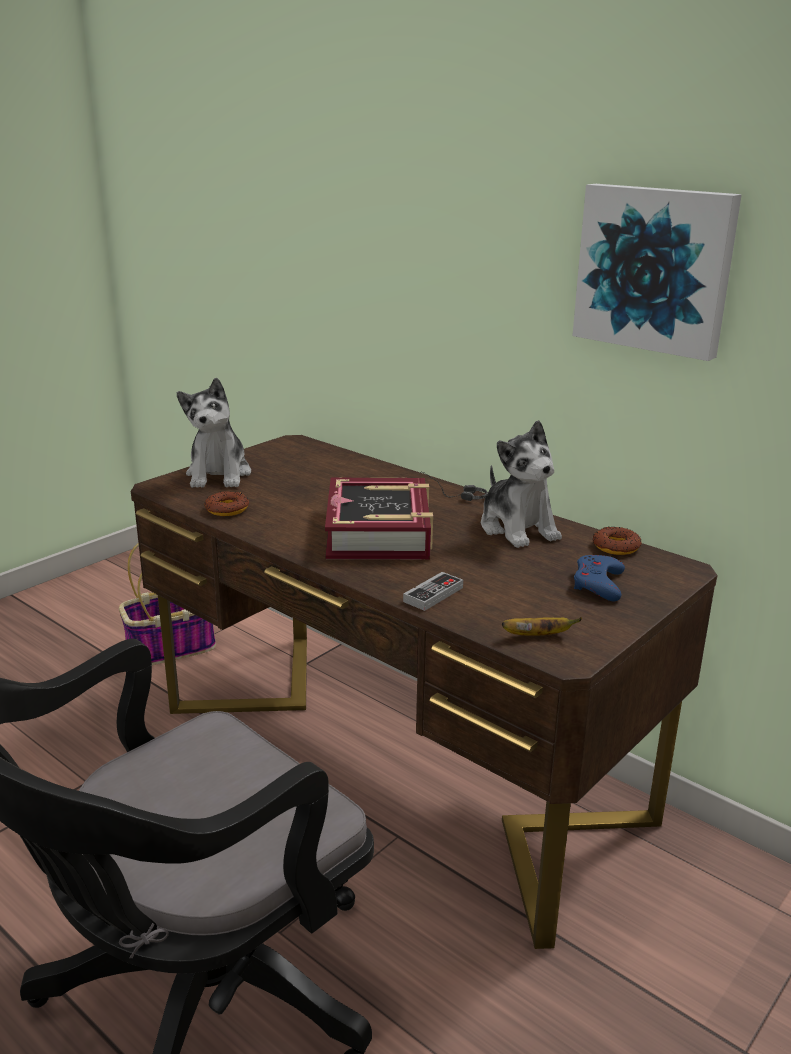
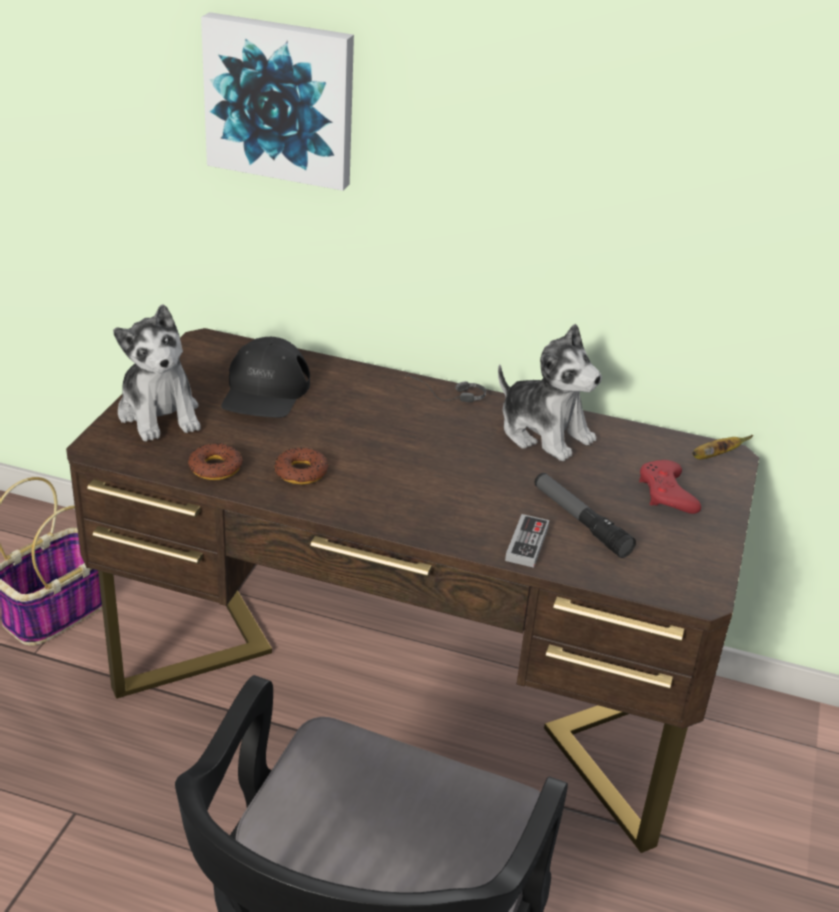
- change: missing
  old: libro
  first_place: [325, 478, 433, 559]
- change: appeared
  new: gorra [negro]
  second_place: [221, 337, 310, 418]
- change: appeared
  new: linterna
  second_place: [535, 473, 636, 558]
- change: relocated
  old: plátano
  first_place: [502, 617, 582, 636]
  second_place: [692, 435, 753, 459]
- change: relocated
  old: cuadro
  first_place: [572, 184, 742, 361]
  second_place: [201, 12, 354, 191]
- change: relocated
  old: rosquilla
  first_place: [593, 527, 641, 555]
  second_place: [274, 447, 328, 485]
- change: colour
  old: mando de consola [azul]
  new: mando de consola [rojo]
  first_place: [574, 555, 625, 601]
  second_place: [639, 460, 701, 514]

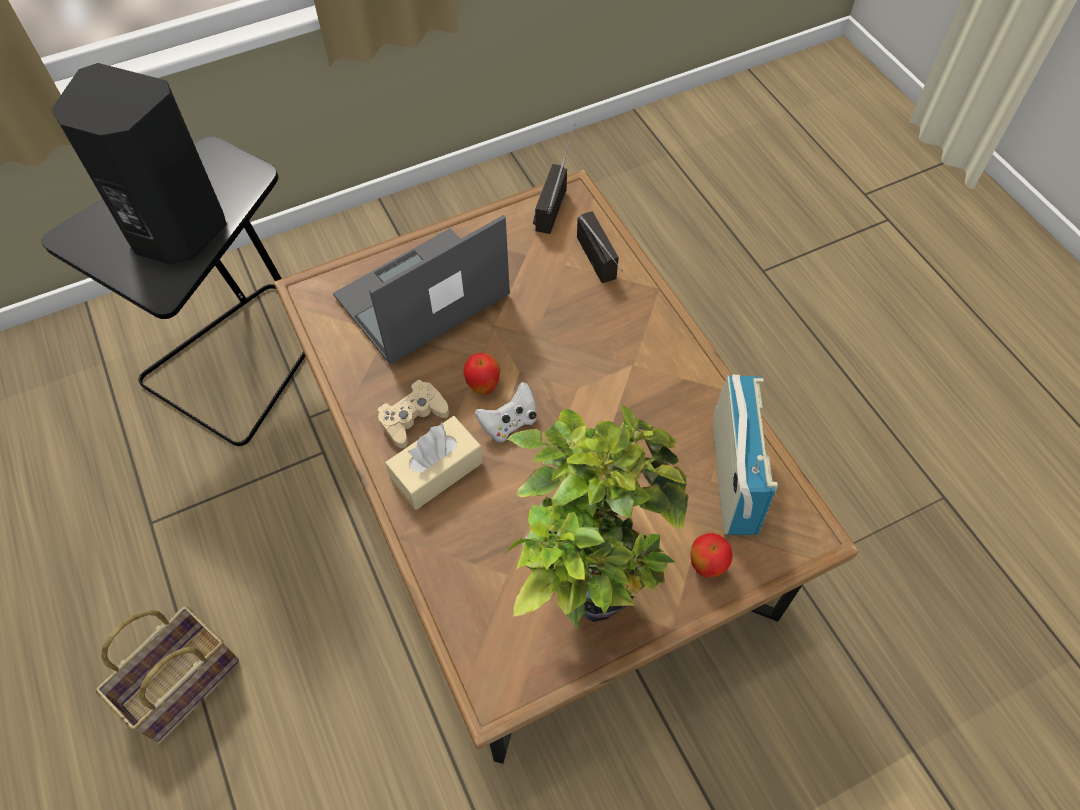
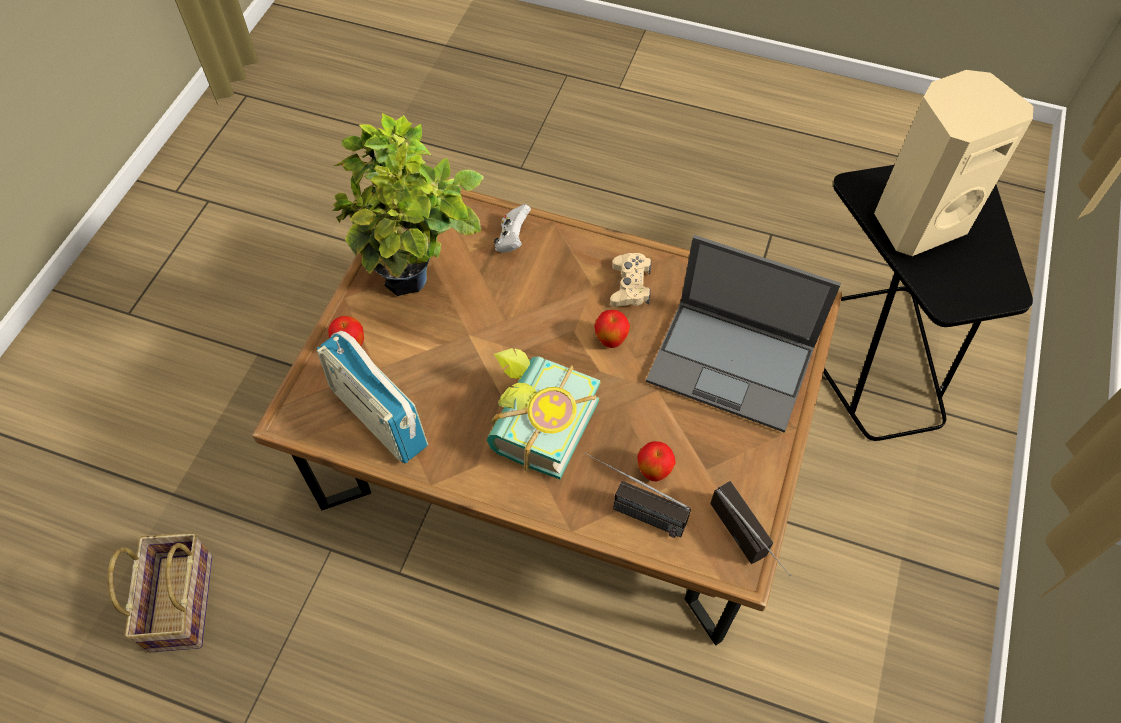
- change: missing
  old: caja de pañuelos [beis]
  first_place: [385, 416, 483, 510]
- change: appeared
  new: libro
  second_place: [487, 348, 601, 479]
- change: appeared
  new: manzana
  second_place: [637, 441, 676, 481]
- change: relocated
  old: cesta
  first_place: [95, 606, 239, 742]
  second_place: [107, 533, 212, 652]
- change: relocated
  old: mando de consola [blanco]
  first_place: [475, 382, 537, 443]
  second_place: [494, 204, 531, 253]
- change: colour
  old: altavoz [negro]
  new: altavoz [beis]
  first_place: [51, 63, 227, 265]
  second_place: [874, 70, 1033, 256]
- change: spun
  old: portátil
  first_place: [333, 215, 510, 365]
  second_place: [646, 235, 841, 432]
  degrees: 105

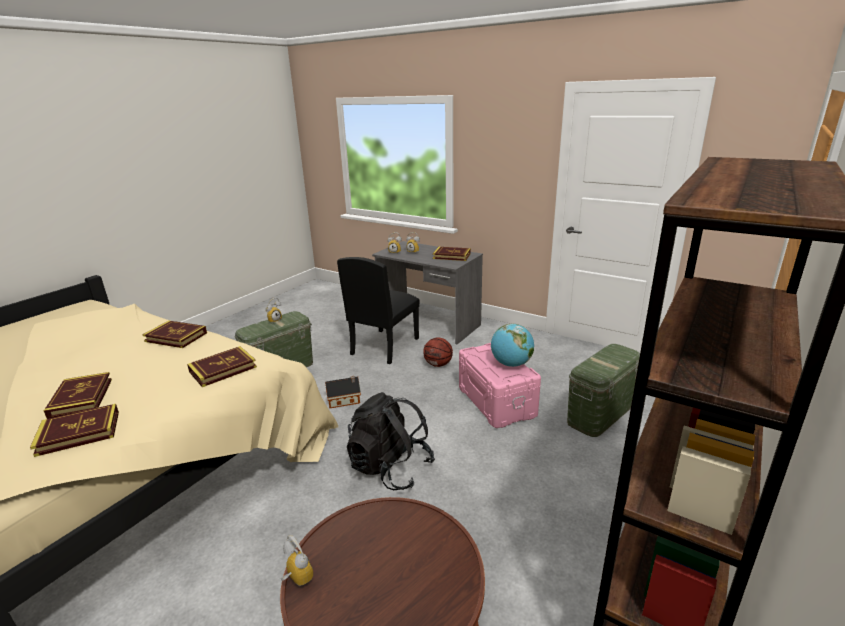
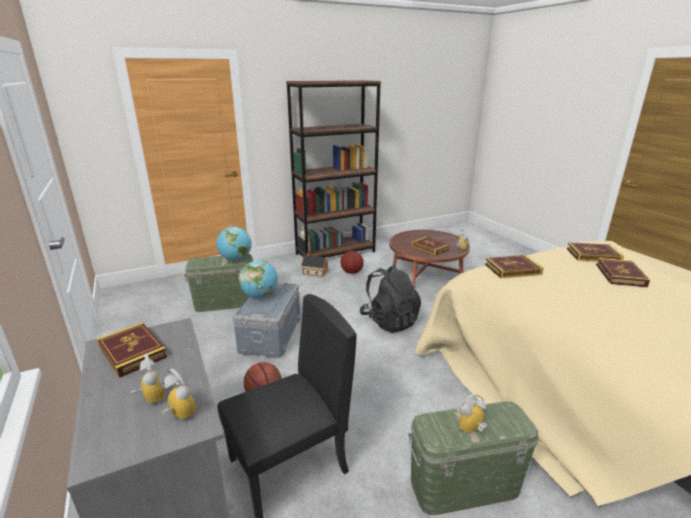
- change: appeared
  new: globo terráqueo
  second_place: [217, 226, 252, 261]
- change: appeared
  new: balón de baloncesto
  second_place: [341, 251, 364, 274]
- change: relocated
  old: libro
  first_place: [142, 321, 207, 348]
  second_place: [412, 237, 450, 255]
- change: relocated
  old: casita
  first_place: [325, 376, 361, 408]
  second_place: [301, 253, 328, 277]
- change: colour
  old: caja de almacenaje [rosa]
  new: caja de almacenaje [gris]
  first_place: [459, 343, 541, 428]
  second_place: [233, 283, 300, 358]

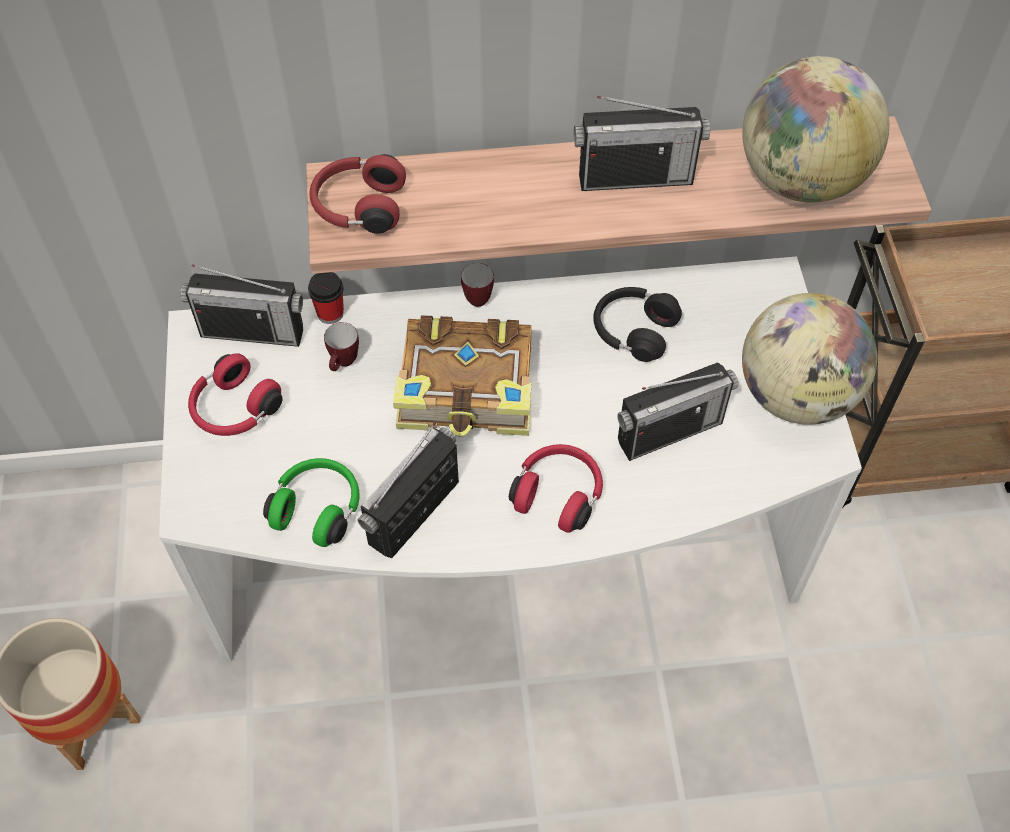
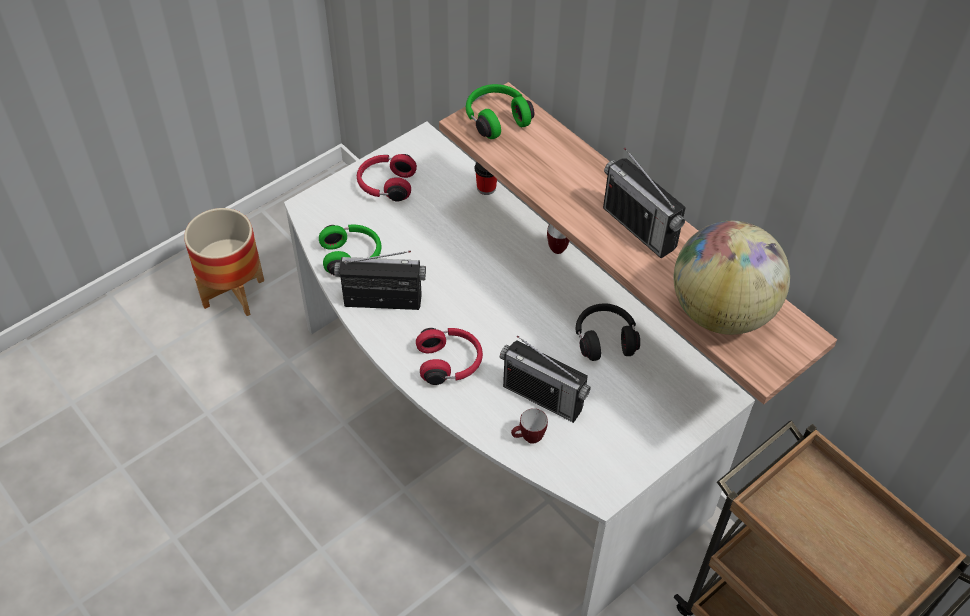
- change: missing
  old: radio
  first_place: [180, 264, 303, 347]
- change: missing
  old: libro
  first_place: [393, 315, 532, 437]
- change: missing
  old: globo terráqueo
  first_place: [742, 293, 877, 425]
- change: relocated
  old: taza grande
  first_place: [324, 322, 359, 371]
  second_place: [511, 408, 548, 444]
- change: colour
  old: auriculares [rojo]
  new: auriculares [verde]
  first_place: [309, 154, 406, 234]
  second_place: [466, 84, 534, 139]

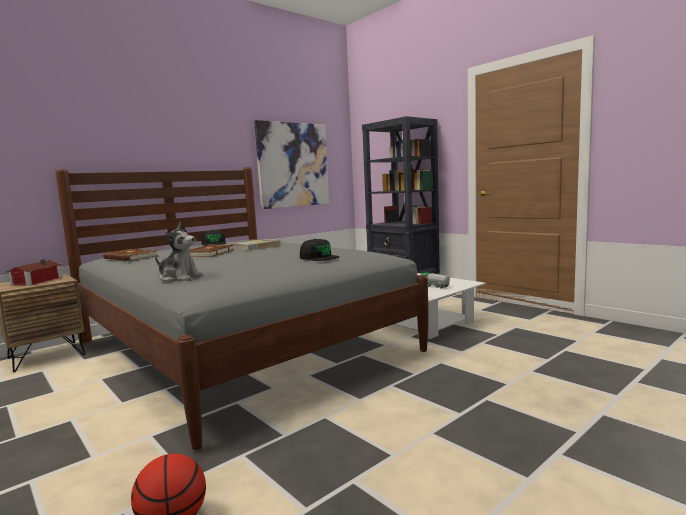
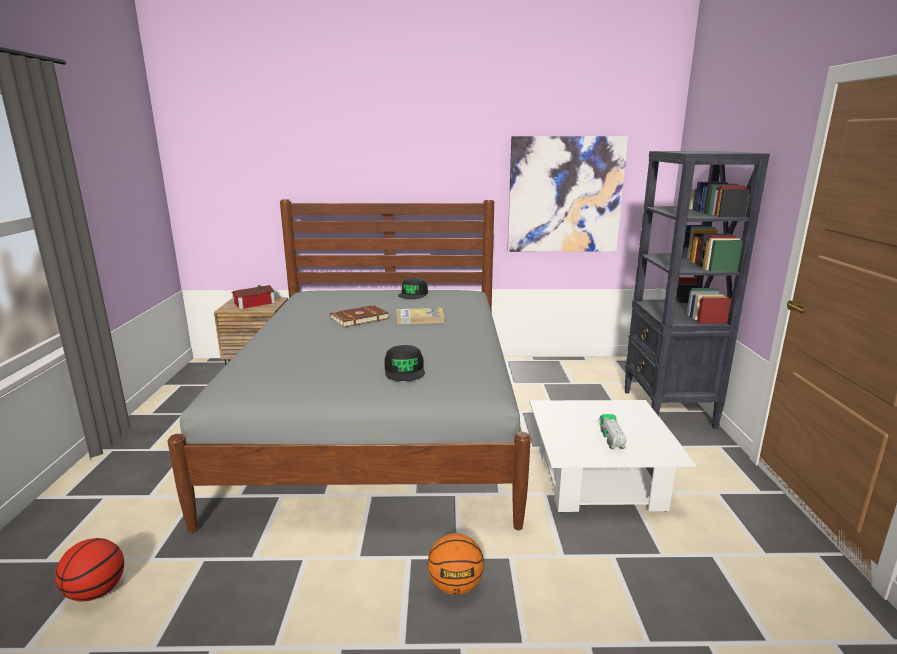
- change: missing
  old: libro [marrón]
  first_place: [103, 249, 158, 261]
- change: missing
  old: peluche
  first_place: [155, 222, 203, 282]
- change: appeared
  new: balón de baloncesto
  second_place: [427, 533, 484, 595]

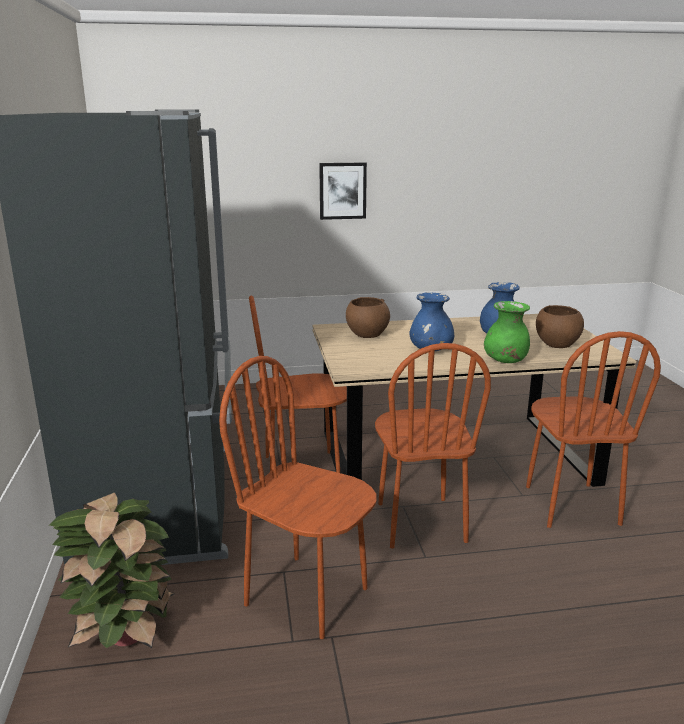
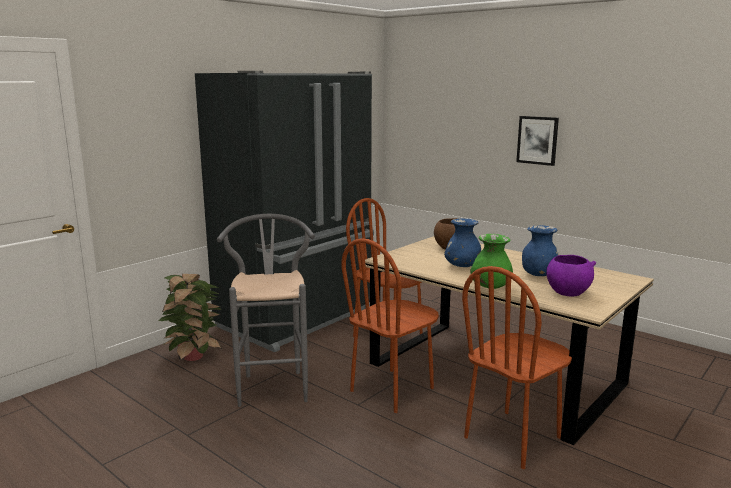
- change: exchanged
  old: silla [marrón]
  new: taburete [gris]
  first_place: [219, 356, 376, 639]
  second_place: [217, 214, 315, 407]
- change: colour
  old: cuenco [marrón]
  new: cuenco [morado]
  first_place: [536, 305, 584, 348]
  second_place: [546, 255, 596, 296]

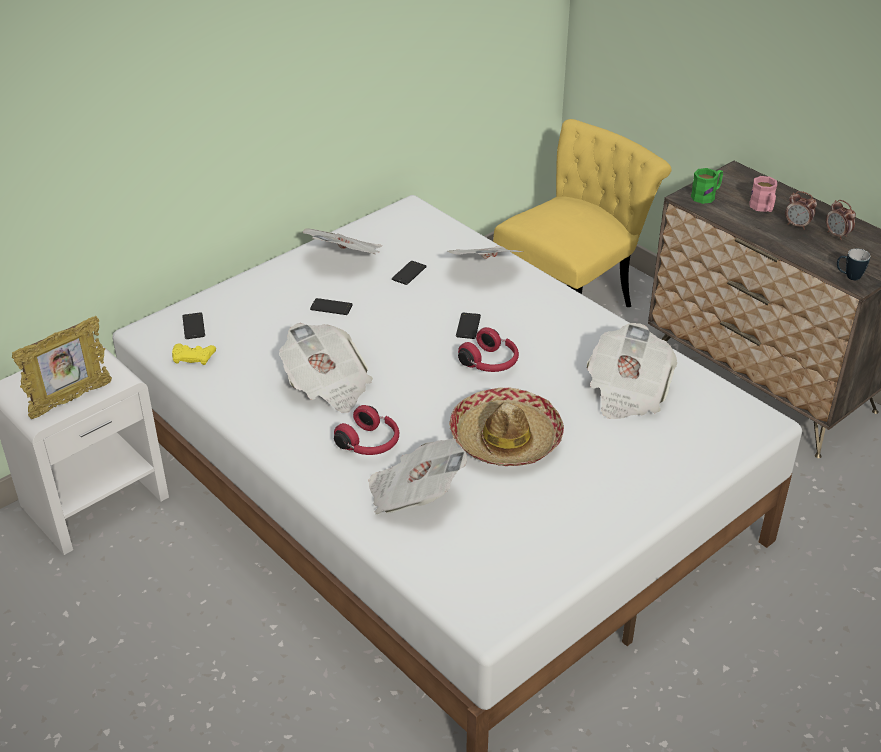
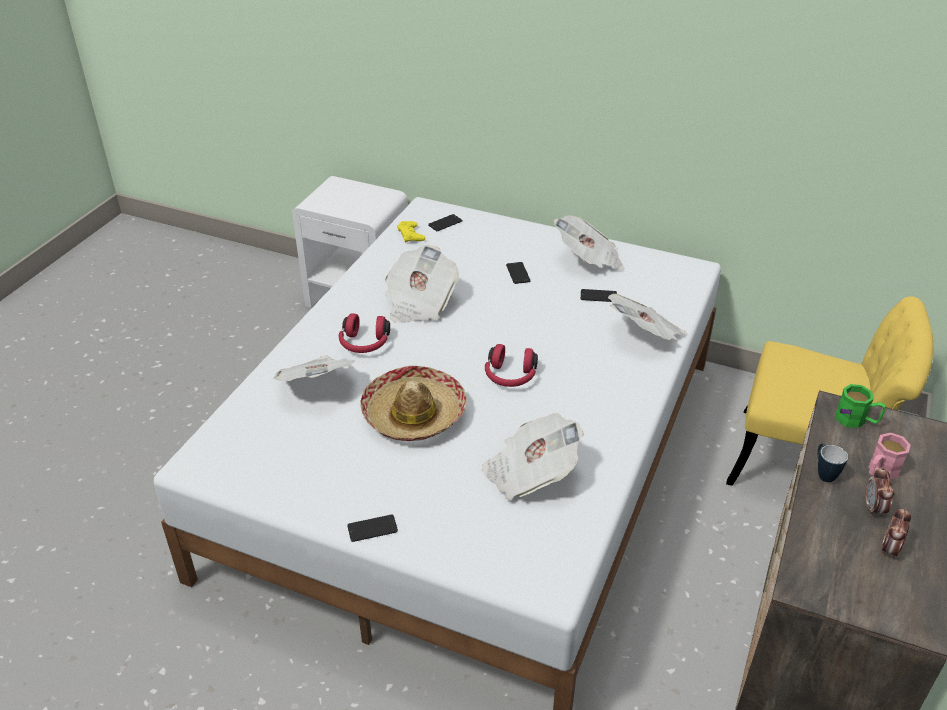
- change: missing
  old: portarretratos
  first_place: [12, 316, 112, 419]
- change: relocated
  old: móvil
  first_place: [456, 313, 481, 339]
  second_place: [347, 515, 398, 542]
- change: relocated
  old: taza grande
  first_place: [837, 249, 870, 280]
  second_place: [817, 444, 848, 482]

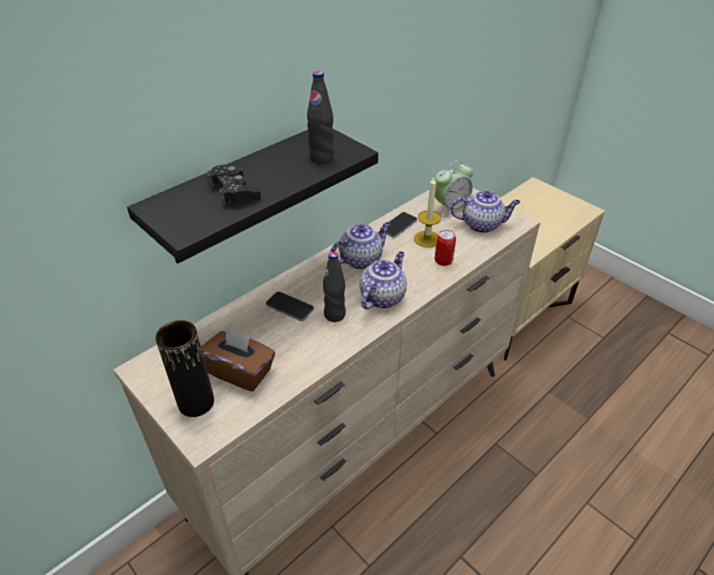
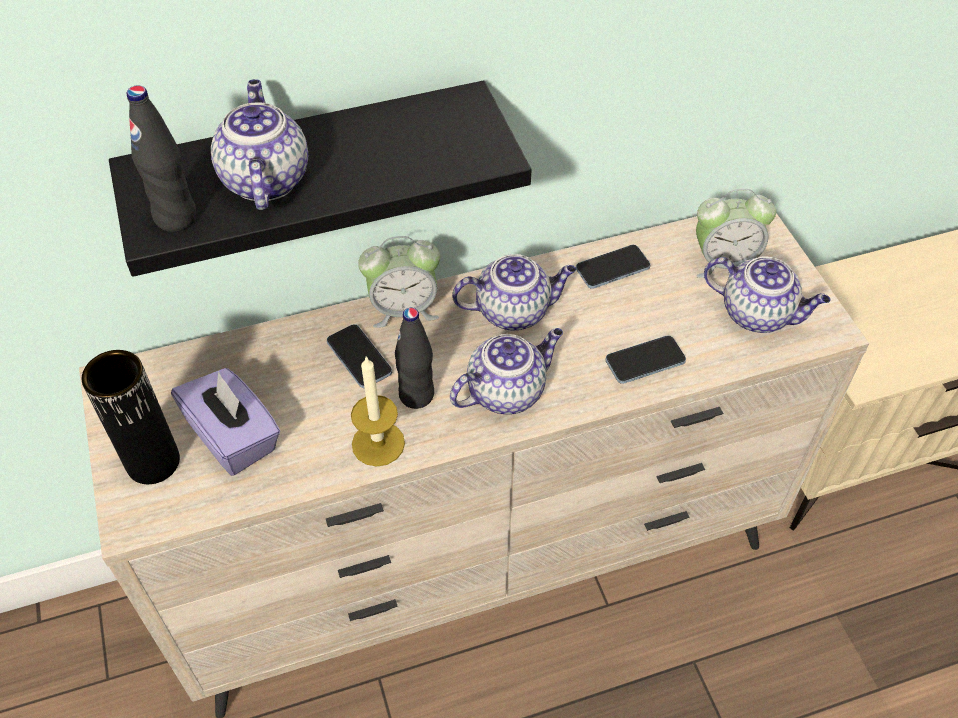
- change: appeared
  new: despertador
  second_place: [358, 236, 440, 328]
- change: relocated
  old: botella [negro]
  first_place: [307, 71, 334, 164]
  second_place: [127, 85, 196, 232]
- change: relocated
  old: vela
  first_place: [414, 177, 441, 248]
  second_place: [351, 356, 405, 467]
- change: exchanged
  old: mando de consola [negro]
  new: tetera
  first_place: [207, 164, 261, 206]
  second_place: [211, 79, 308, 210]
- change: exchanged
  old: lata
  new: móvil
  first_place: [435, 230, 456, 266]
  second_place: [605, 335, 686, 384]
- change: colour
  old: caja de pañuelos [marrón]
  new: caja de pañuelos [morado]
  first_place: [201, 327, 275, 391]
  second_place: [171, 368, 281, 476]

